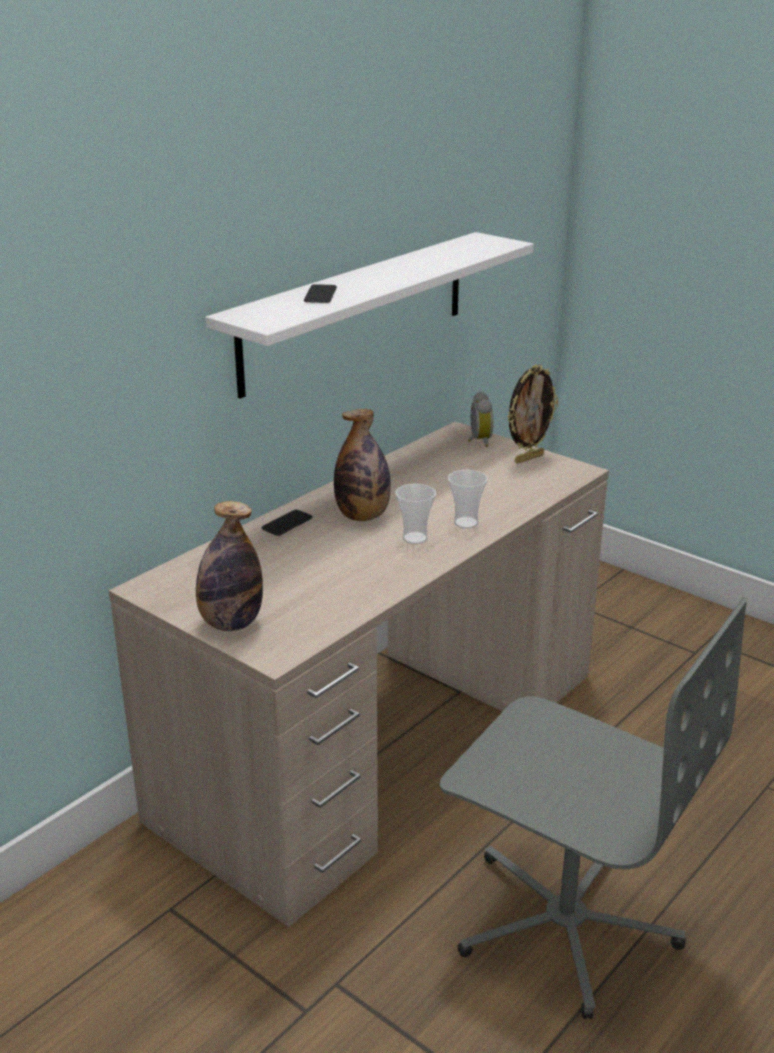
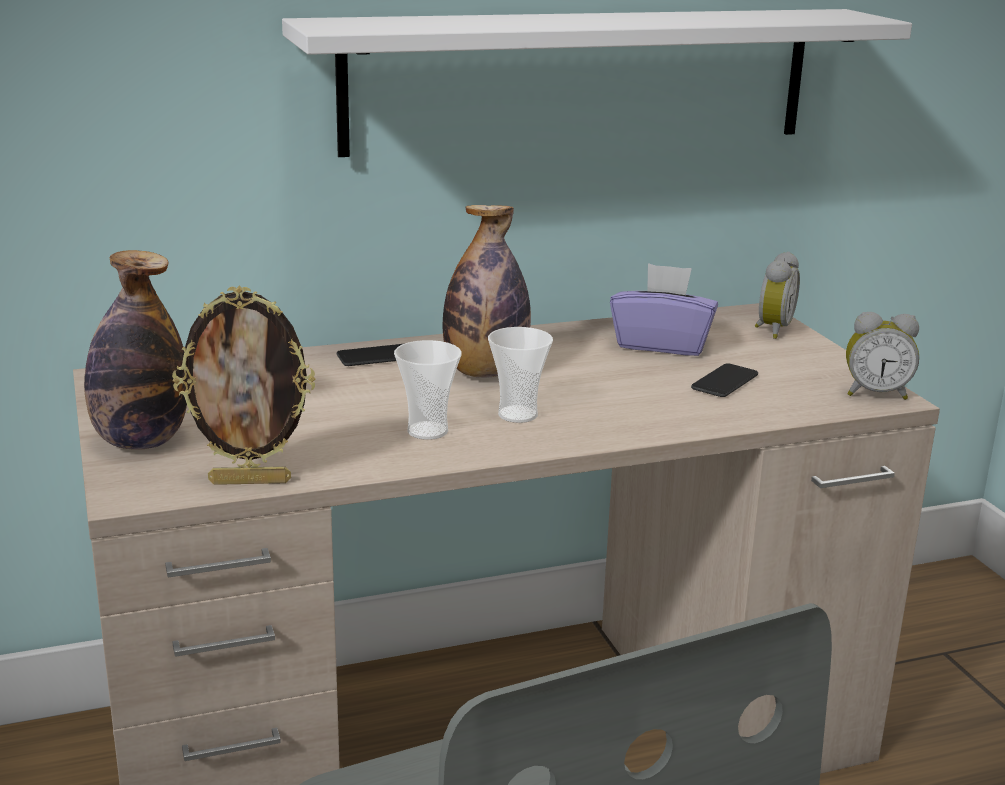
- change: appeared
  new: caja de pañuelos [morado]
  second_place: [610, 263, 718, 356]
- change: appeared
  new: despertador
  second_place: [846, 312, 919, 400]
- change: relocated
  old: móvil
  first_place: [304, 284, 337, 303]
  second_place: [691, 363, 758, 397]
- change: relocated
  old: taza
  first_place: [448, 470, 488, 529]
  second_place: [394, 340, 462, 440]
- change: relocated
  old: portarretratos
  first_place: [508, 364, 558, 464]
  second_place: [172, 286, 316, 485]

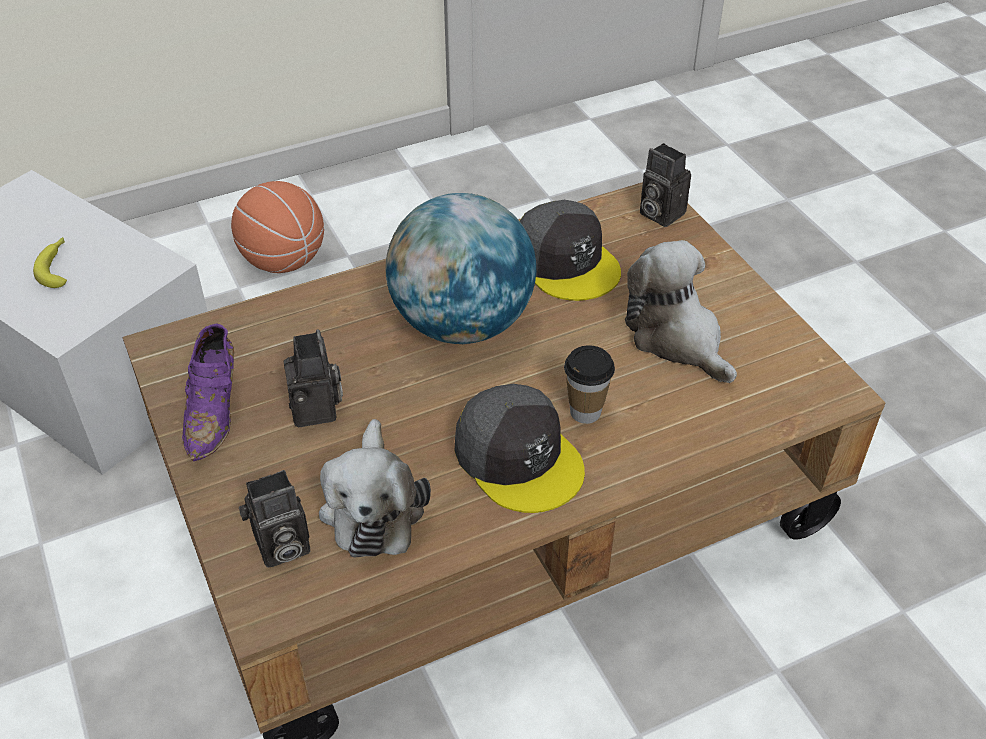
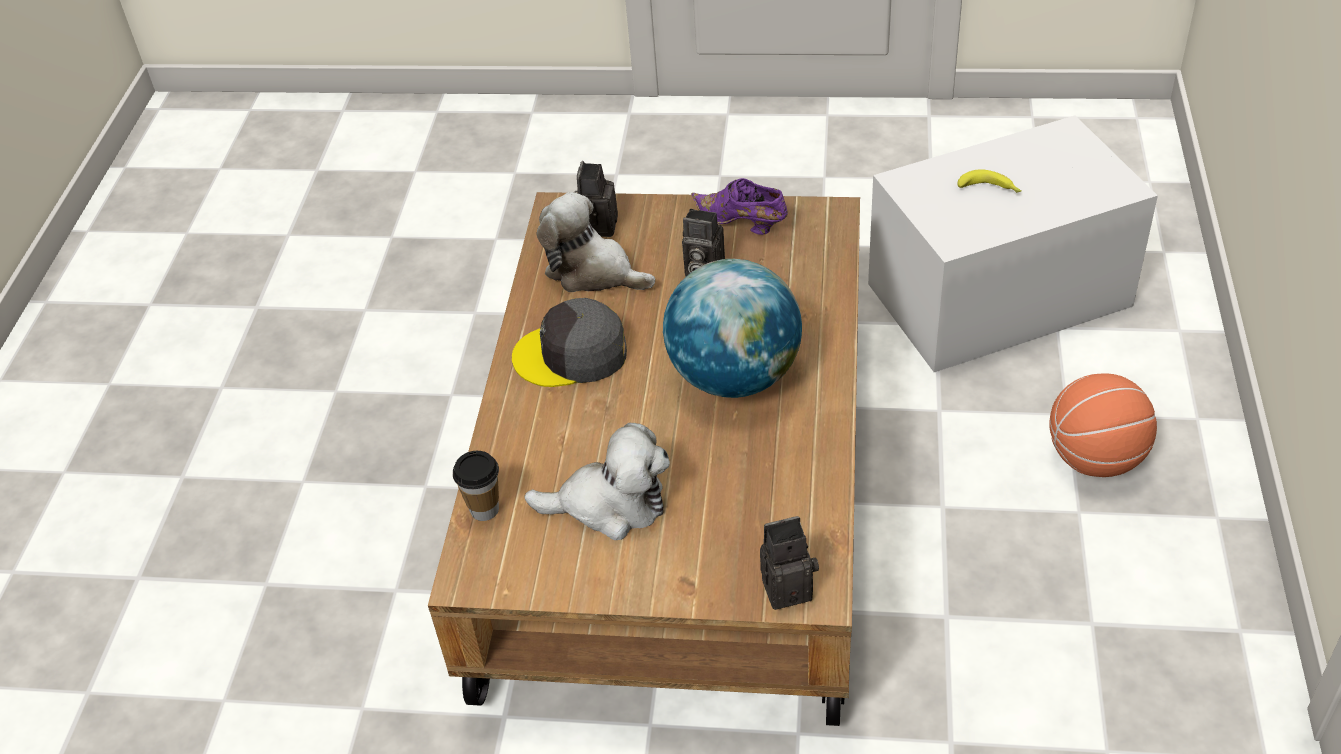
- change: missing
  old: gorra [gris]
  first_place: [520, 200, 621, 301]
- change: relocated
  old: taza
  first_place: [564, 345, 615, 424]
  second_place: [453, 451, 499, 521]

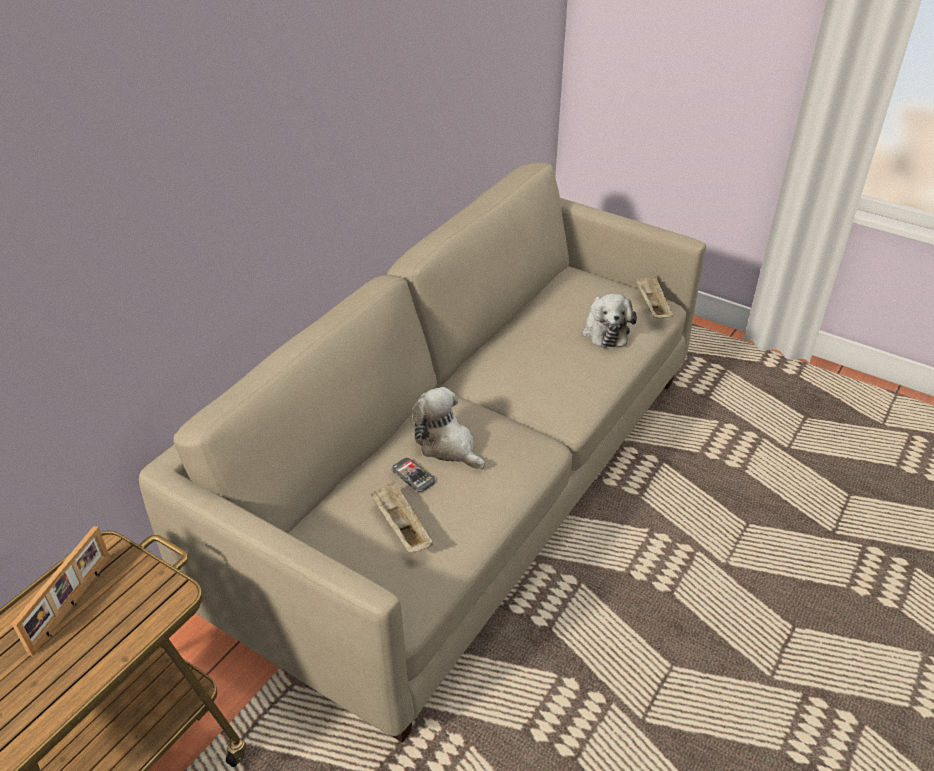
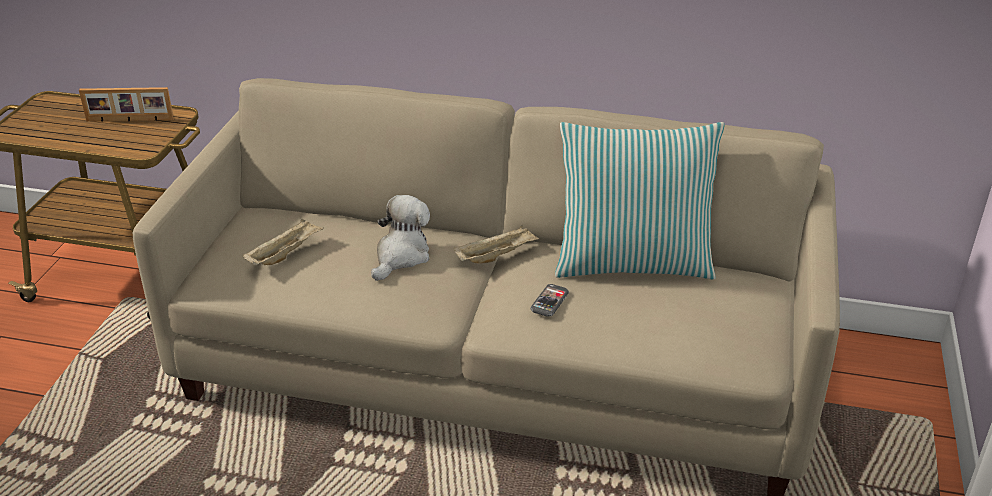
- change: missing
  old: peluche
  first_place: [582, 294, 637, 348]
- change: appeared
  new: cojín
  second_place: [555, 122, 725, 279]
- change: relocated
  old: móvil
  first_place: [392, 458, 436, 492]
  second_place: [530, 284, 569, 317]
- change: relocated
  old: bandeja [beis]
  first_place: [635, 276, 673, 318]
  second_place: [454, 225, 539, 264]

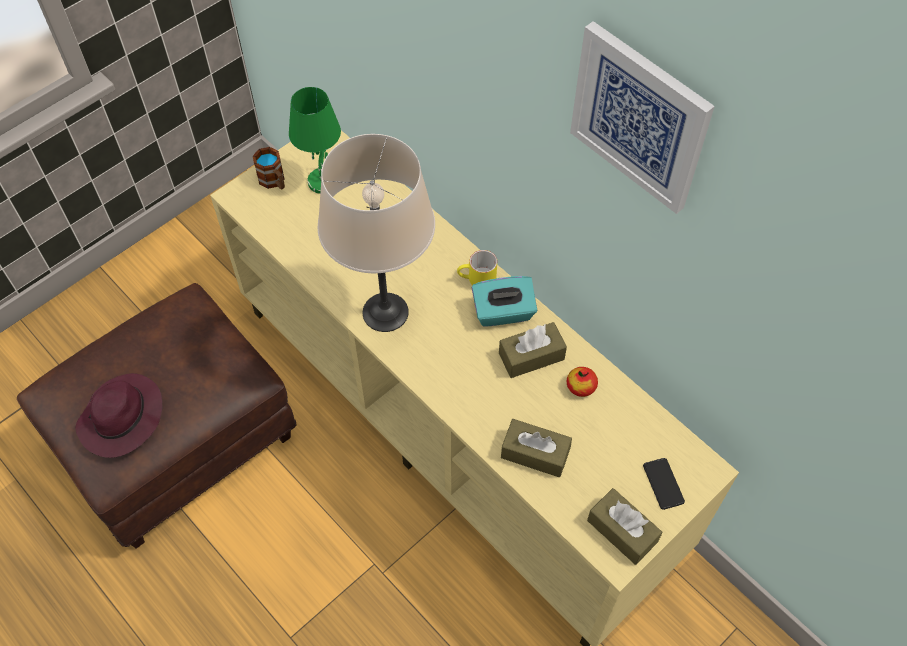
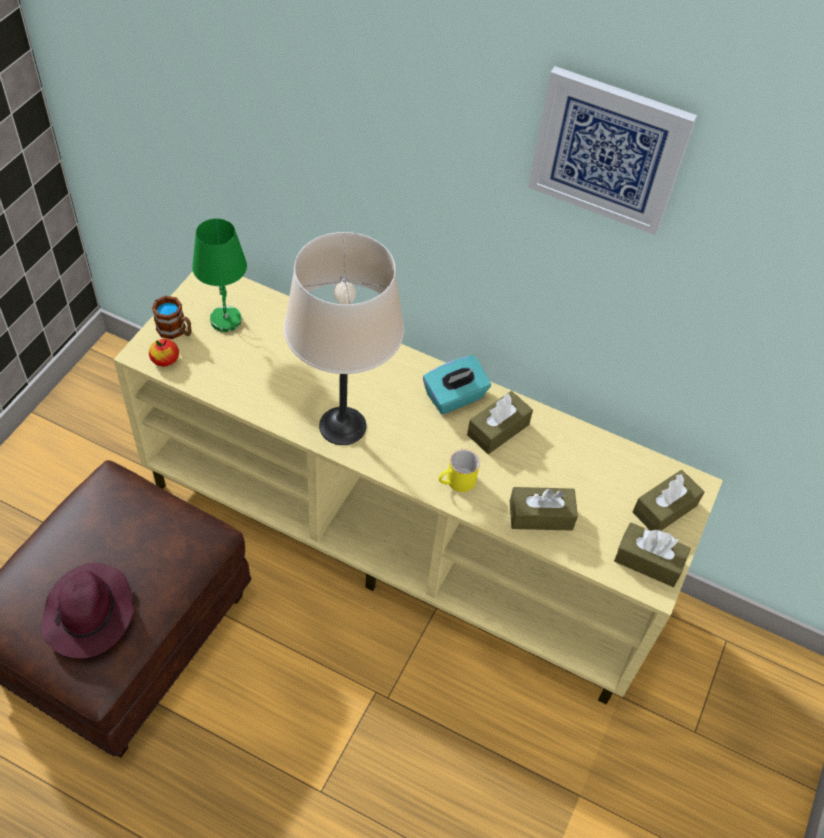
- change: relocated
  old: taza grande [amarillo]
  first_place: [457, 250, 497, 285]
  second_place: [439, 449, 480, 492]
- change: relocated
  old: manzana
  first_place: [567, 367, 598, 397]
  second_place: [149, 339, 179, 366]
- change: exchanged
  old: móvil
  new: caja de pañuelos [marrón]
  first_place: [643, 458, 685, 510]
  second_place: [632, 470, 704, 531]

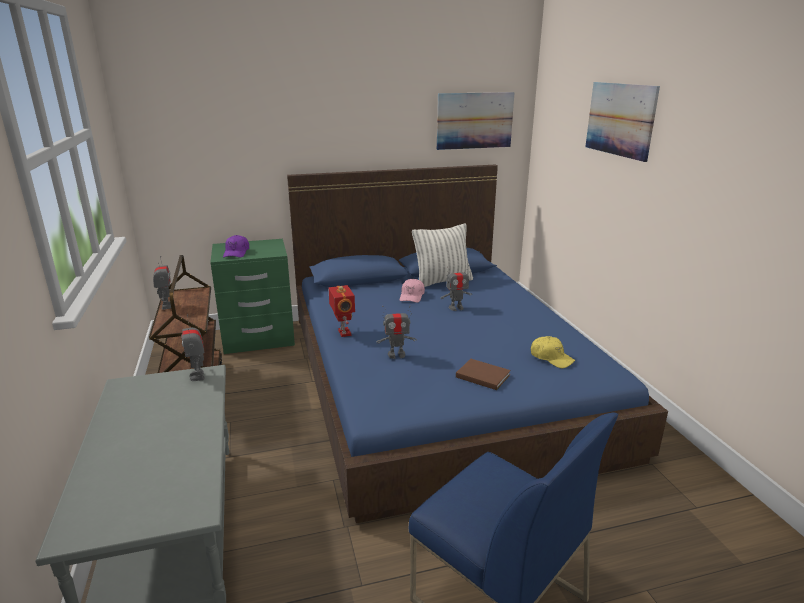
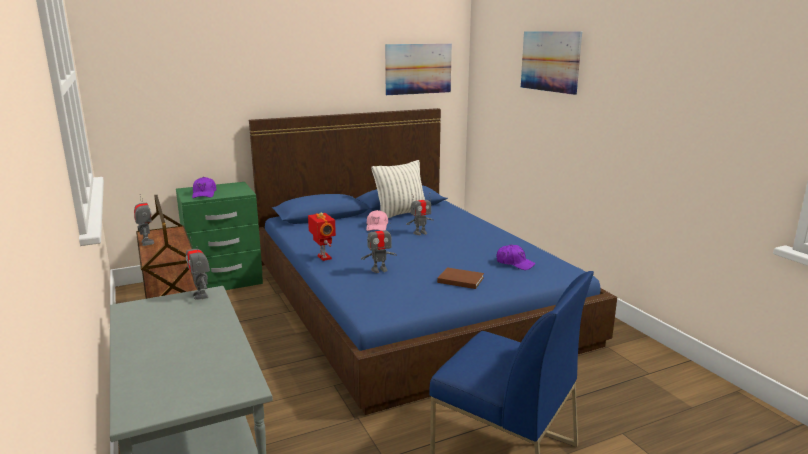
- change: colour
  old: gorra [amarillo]
  new: gorra [morado]
  first_place: [531, 336, 575, 368]
  second_place: [496, 245, 536, 270]

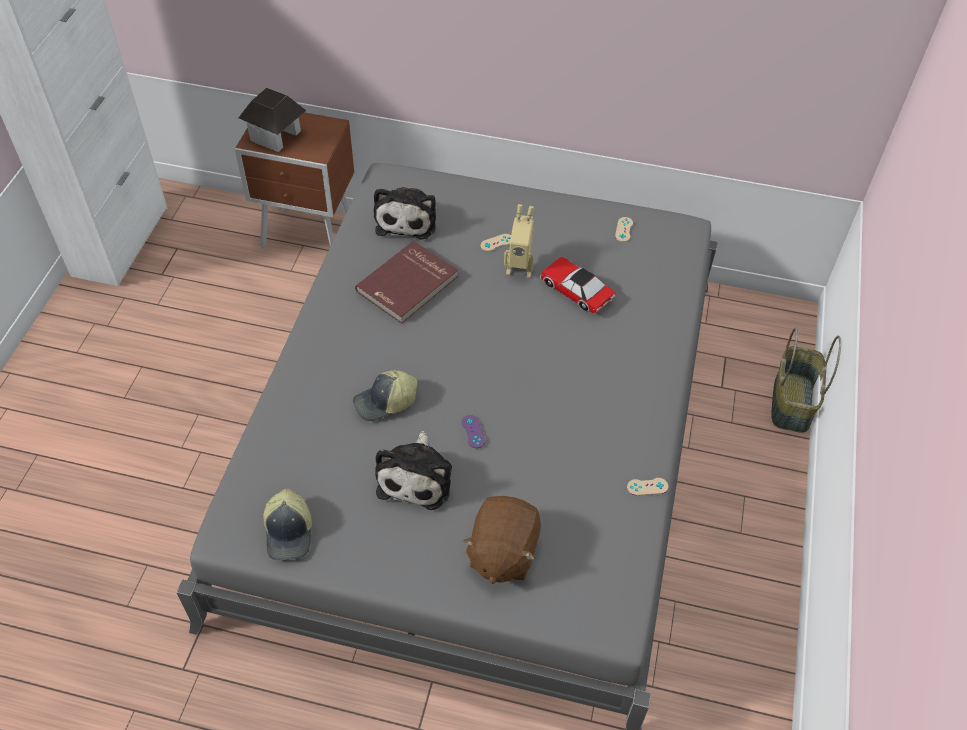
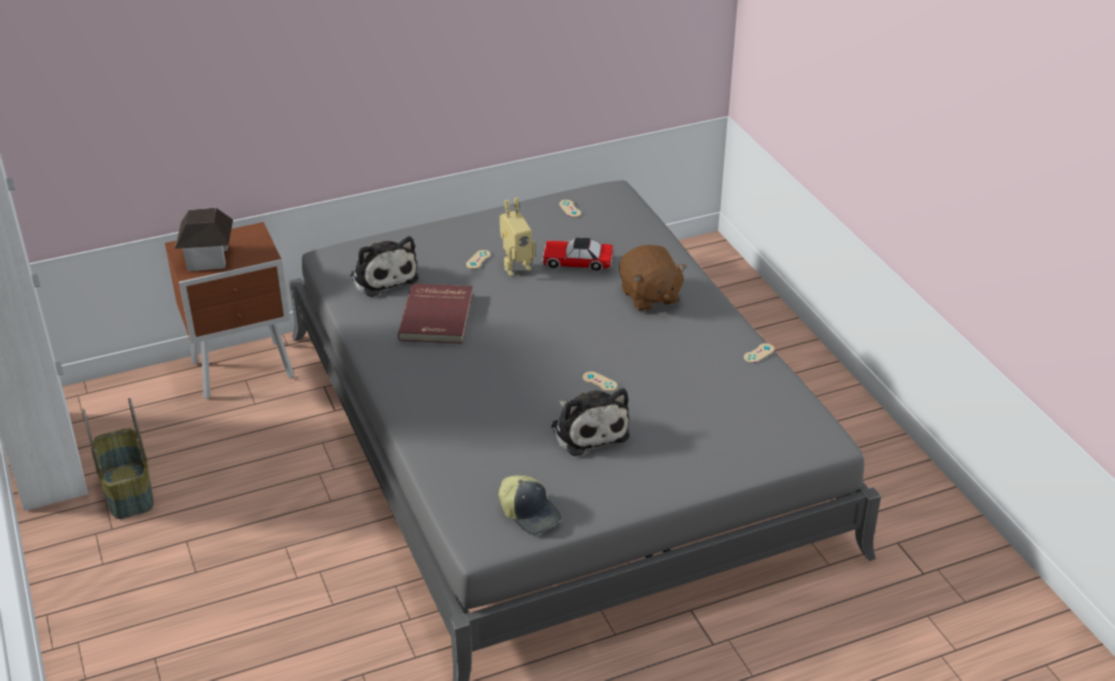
- change: missing
  old: gorra
  first_place: [353, 370, 418, 421]
- change: relocated
  old: peluche [marrón]
  first_place: [463, 496, 541, 584]
  second_place: [619, 245, 687, 311]
- change: relocated
  old: cesta
  first_place: [771, 327, 841, 433]
  second_place: [82, 398, 154, 519]
- change: colour
  old: mando de consola [morado]
  new: mando de consola [beis]
  first_place: [462, 415, 485, 448]
  second_place: [583, 372, 617, 391]

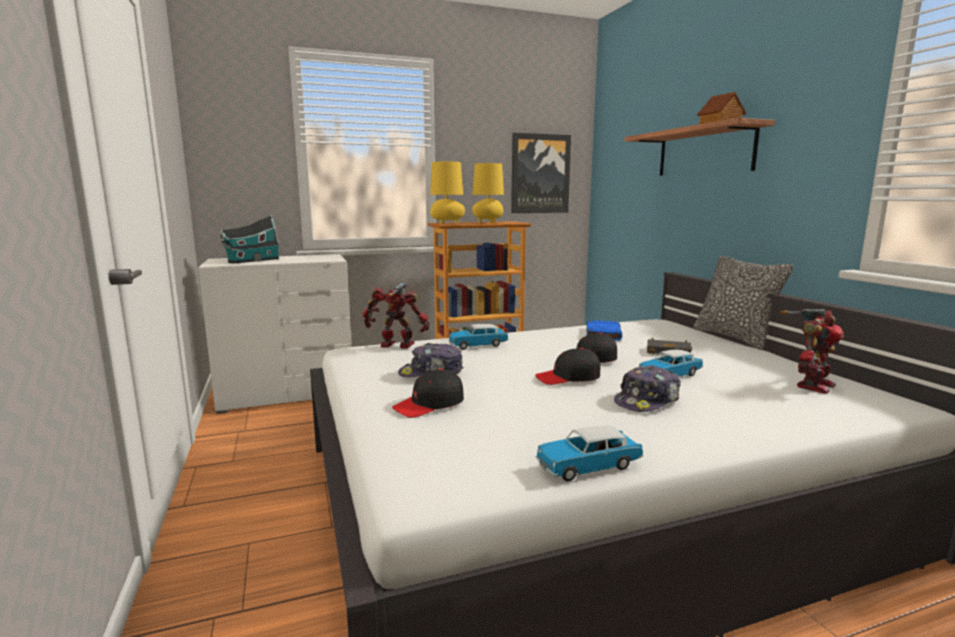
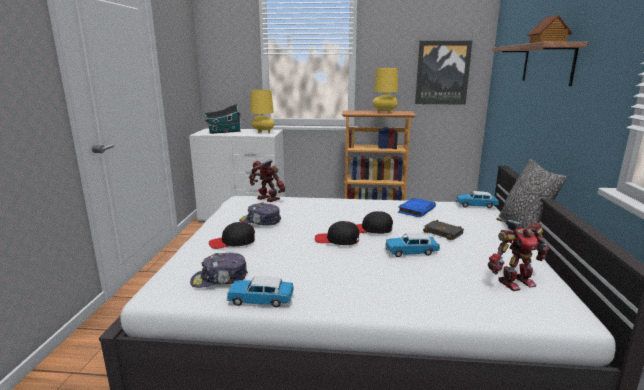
- change: relocated
  old: lámpara de mesa [amarillo]
  first_place: [430, 161, 465, 224]
  second_place: [250, 90, 274, 133]
- change: relocated
  old: coche de juguete
  first_place: [448, 324, 508, 350]
  second_place: [456, 191, 499, 208]
- change: relocated
  old: gorra
  first_place: [614, 365, 681, 412]
  second_place: [190, 252, 248, 288]

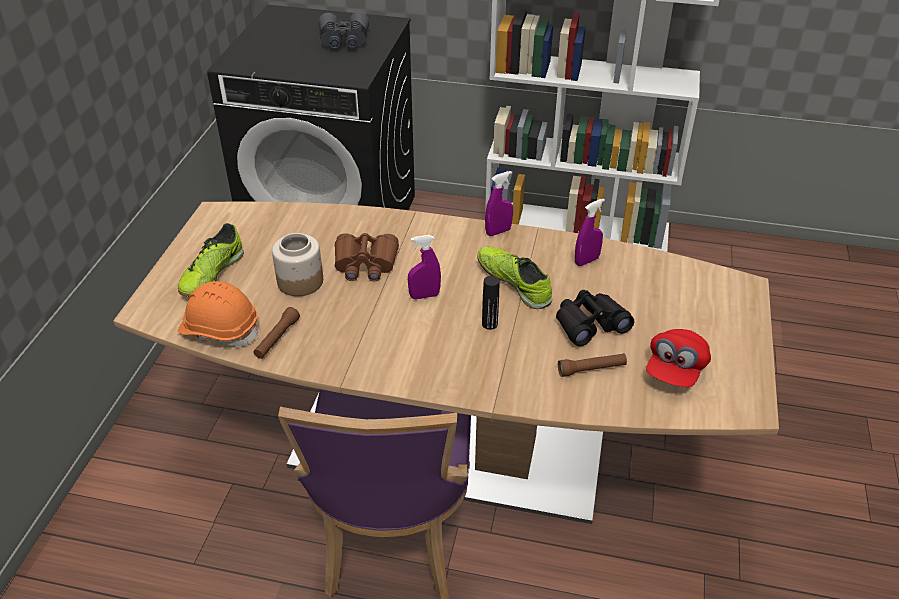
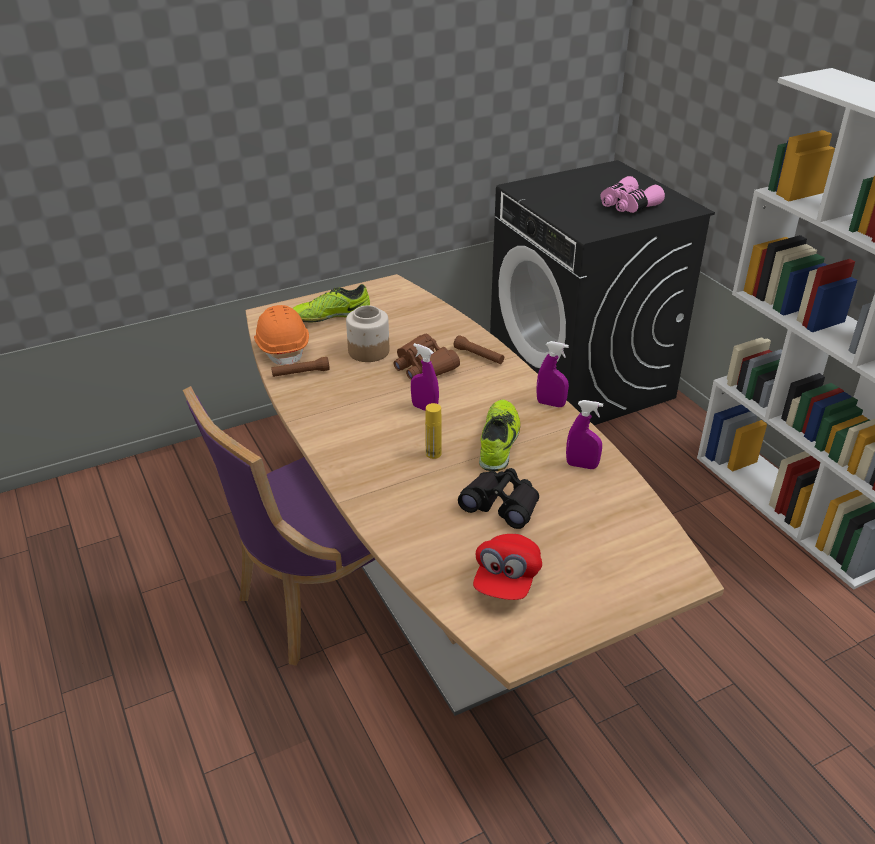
- change: relocated
  old: linterna [marrón]
  first_place: [558, 353, 627, 377]
  second_place: [453, 335, 504, 364]
- change: colour
  old: prismáticos [gris]
  new: prismáticos [rosa]
  first_place: [319, 12, 369, 48]
  second_place: [600, 176, 665, 213]
- change: colour
  old: botella [negro]
  new: botella [amarillo]
  first_place: [482, 276, 499, 330]
  second_place: [425, 403, 442, 459]
- change: spun
  old: gorra [rojo]
  first_place: [646, 329, 711, 387]
  second_place: [473, 534, 542, 600]
  degrees: -60

